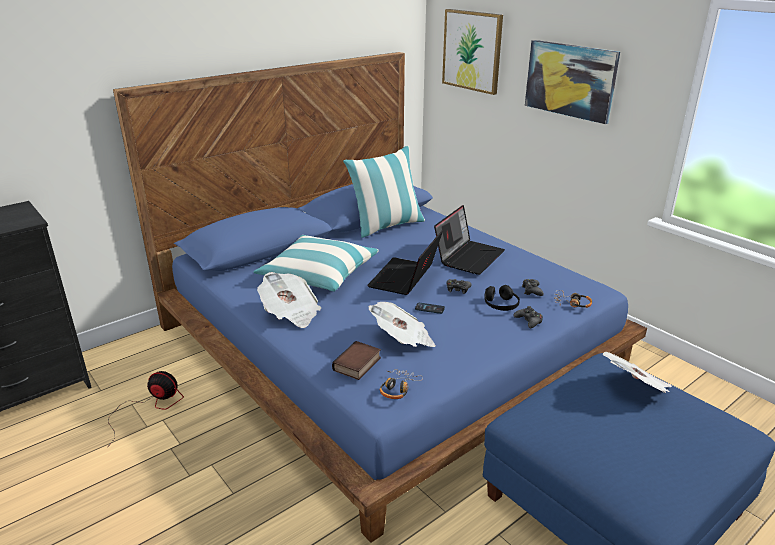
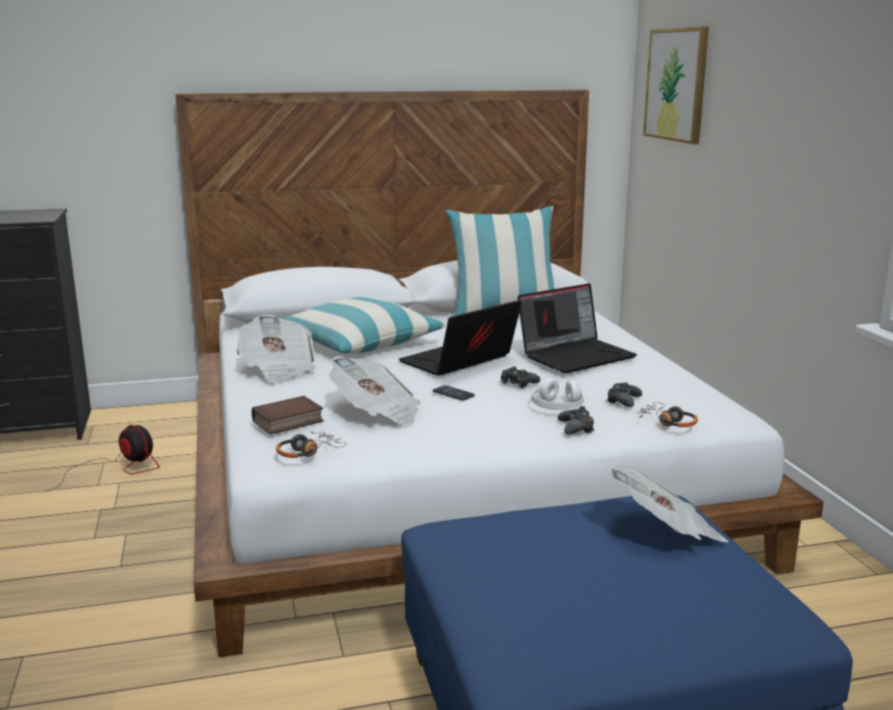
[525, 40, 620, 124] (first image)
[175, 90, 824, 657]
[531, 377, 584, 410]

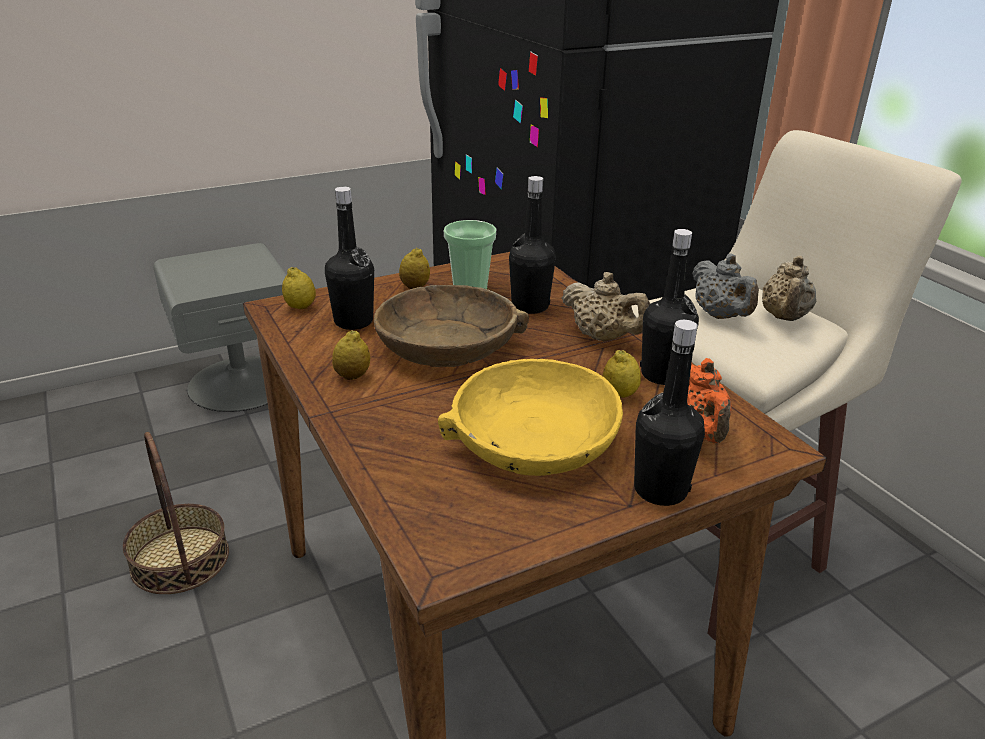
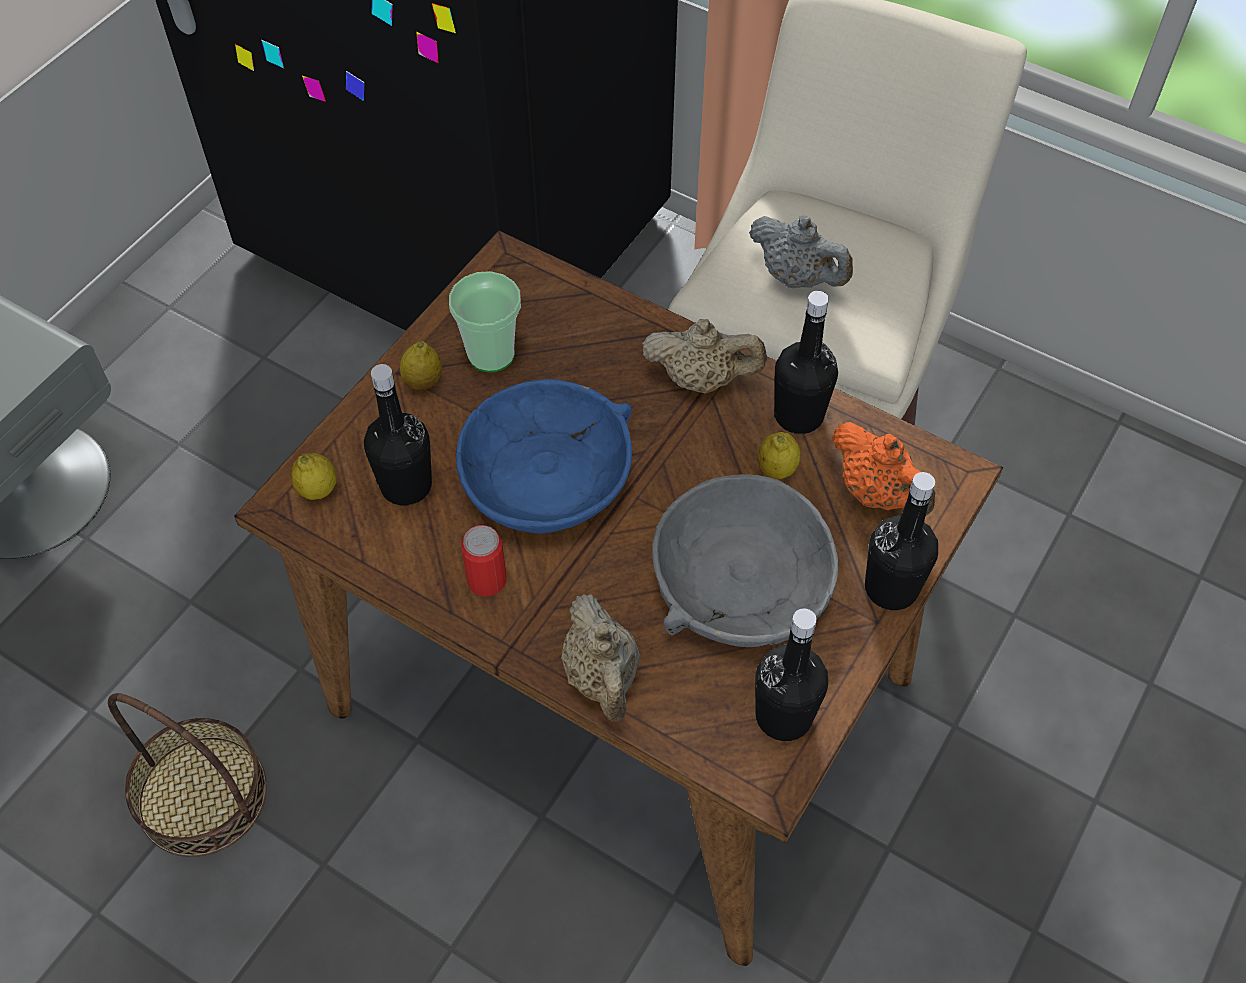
[755, 609, 828, 741]
[561, 594, 640, 722]
[456, 379, 632, 534]
[462, 525, 507, 596]
[652, 474, 838, 647]

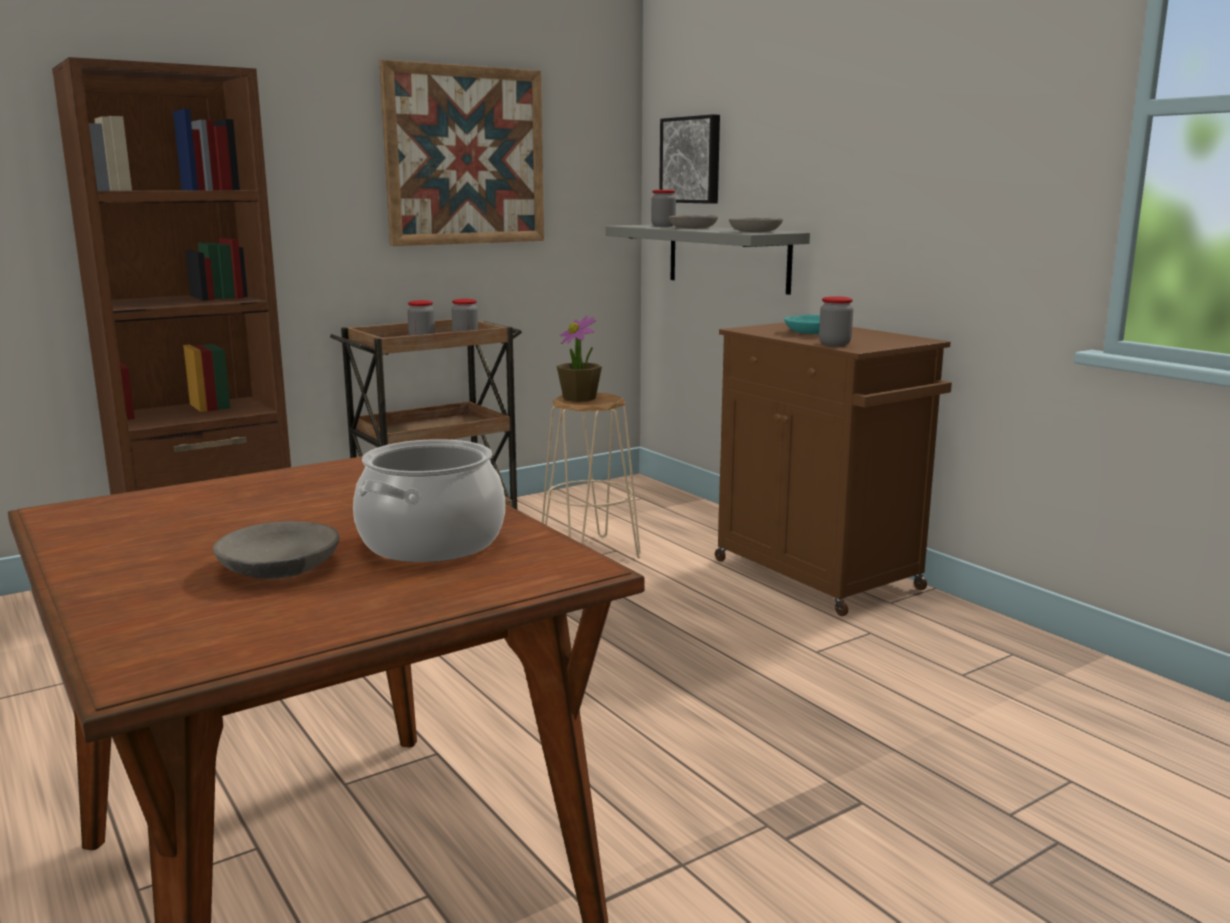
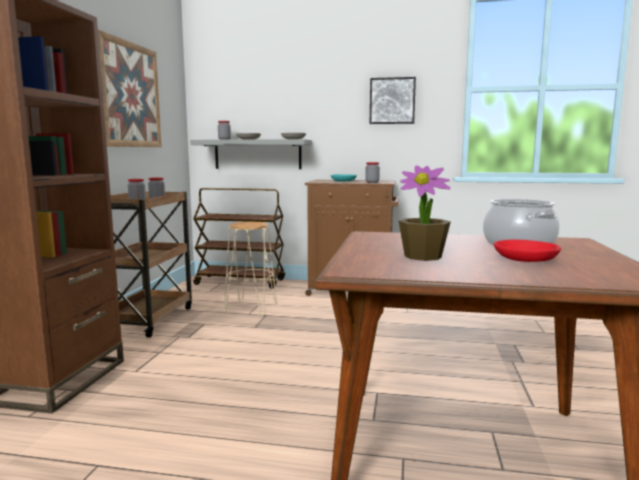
[370, 77, 416, 124]
[399, 165, 451, 261]
[494, 240, 561, 262]
[193, 188, 285, 289]

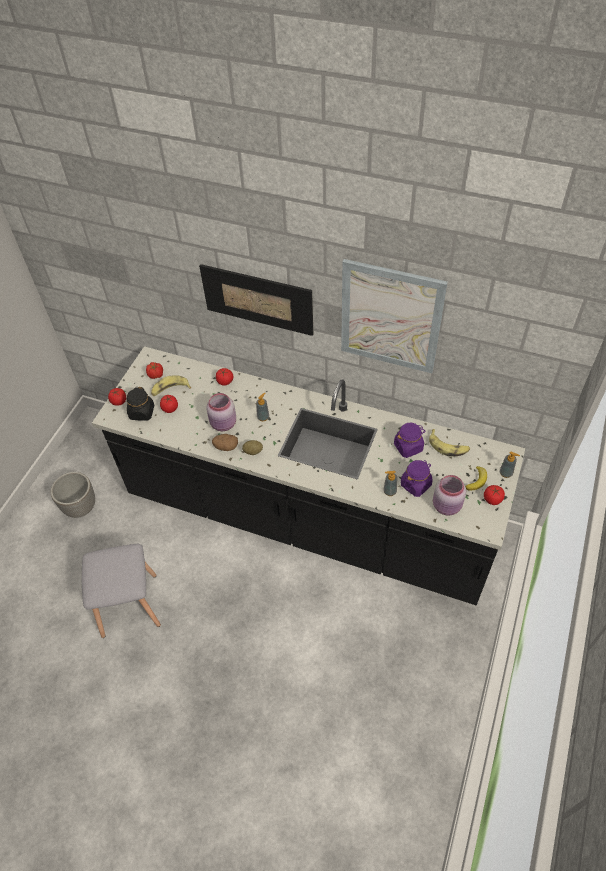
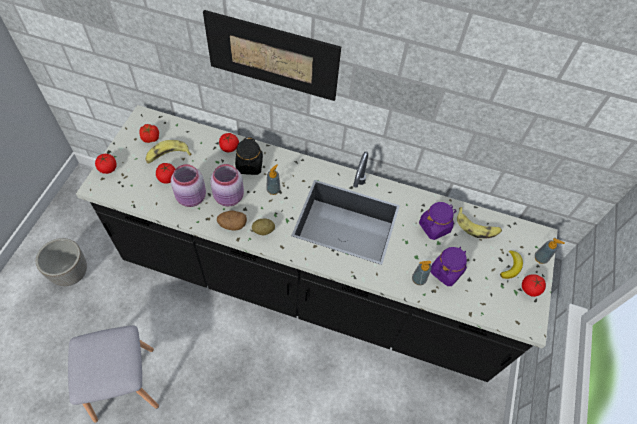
[341, 259, 448, 373] (first image)
[235, 137, 263, 175]
[171, 164, 206, 207]

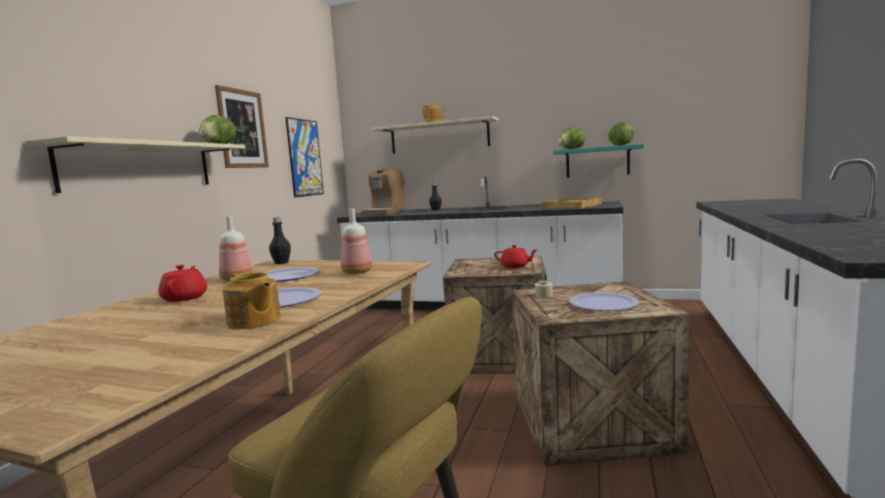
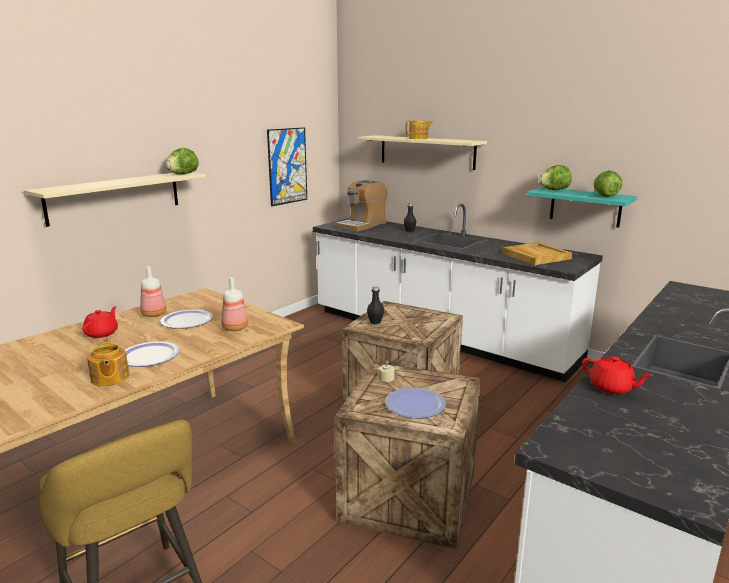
[215, 85, 269, 168] (first image)
[367, 285, 384, 324]
[582, 356, 653, 394]

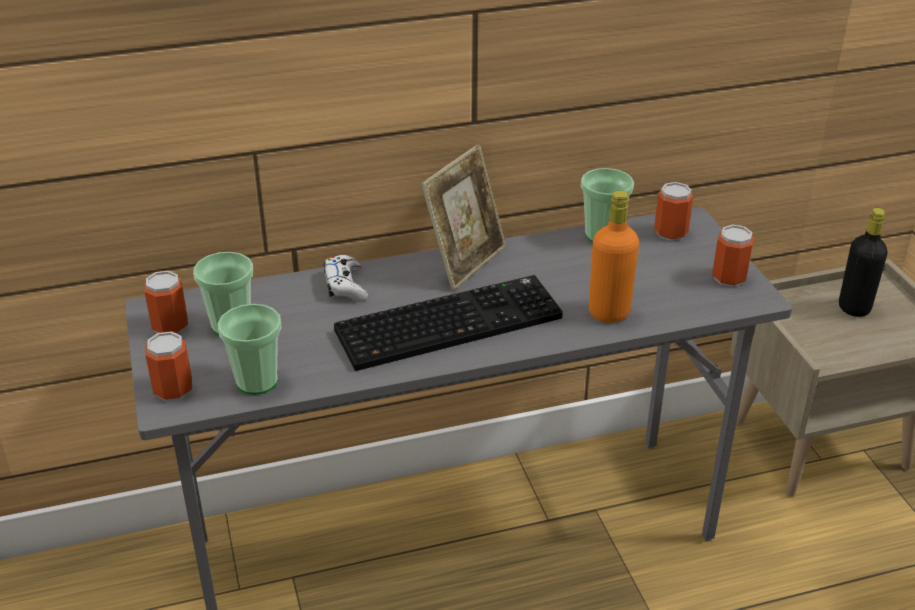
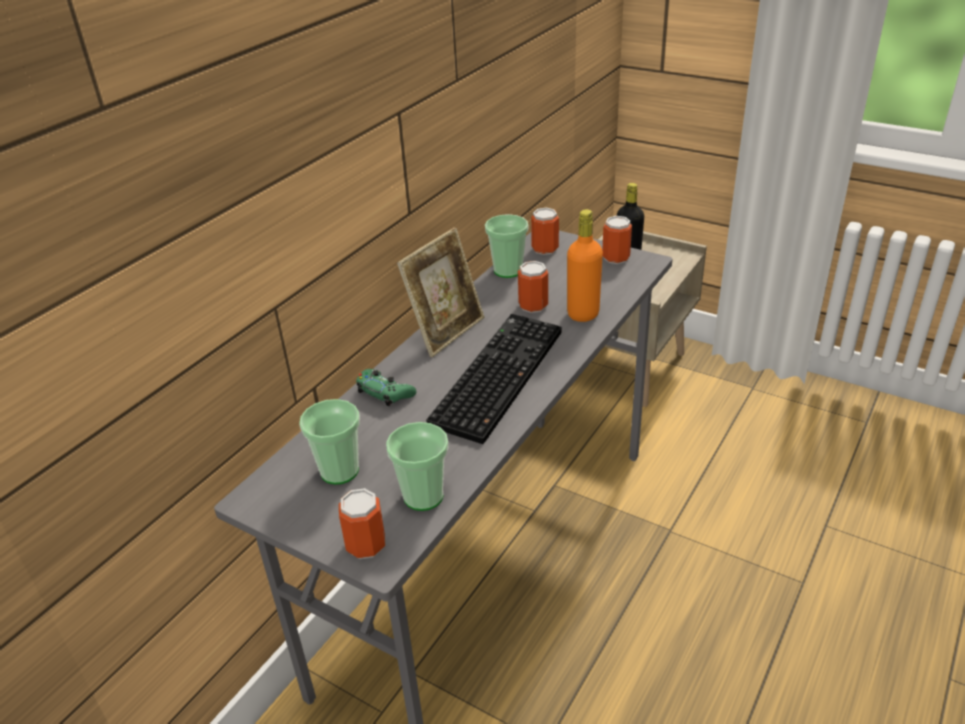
[397, 227, 484, 357]
[356, 369, 416, 406]
[518, 261, 548, 313]

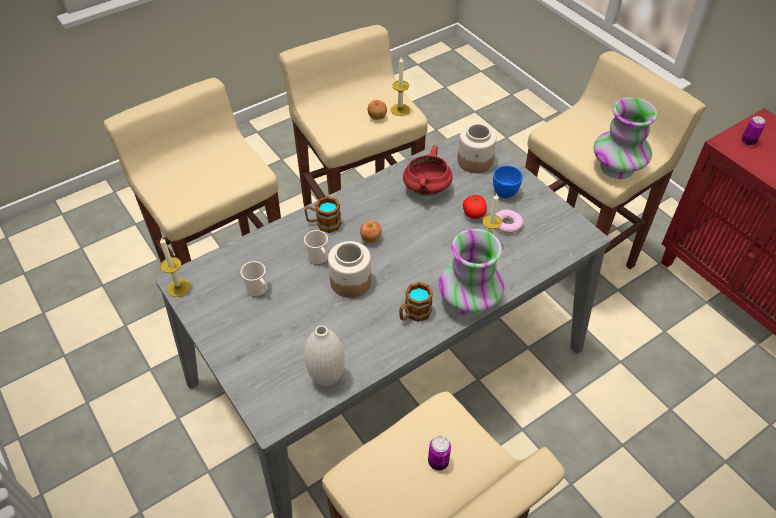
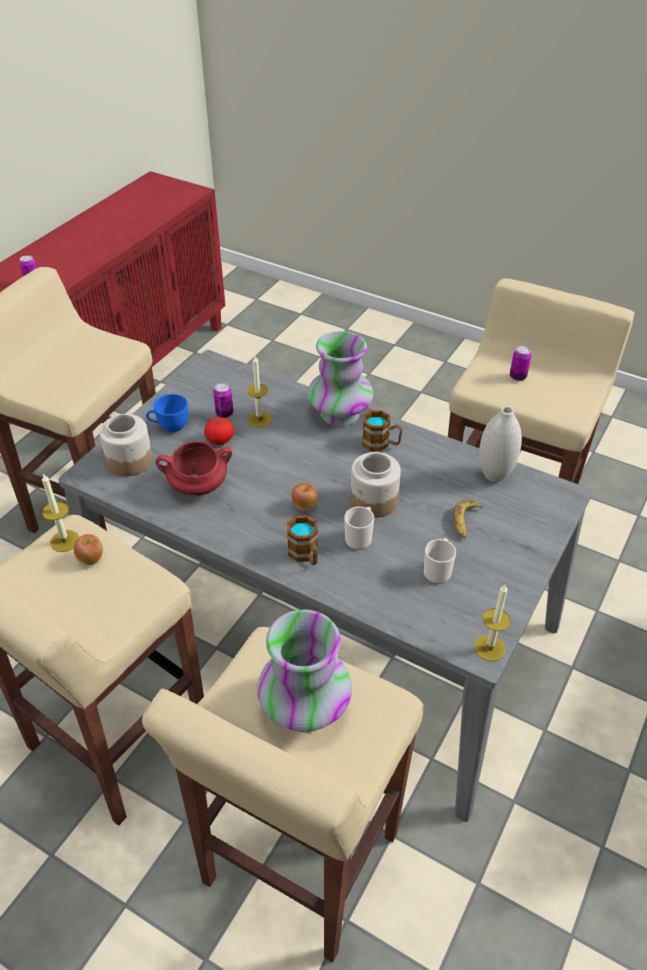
[257, 609, 352, 732]
[213, 383, 233, 418]
[453, 499, 483, 539]

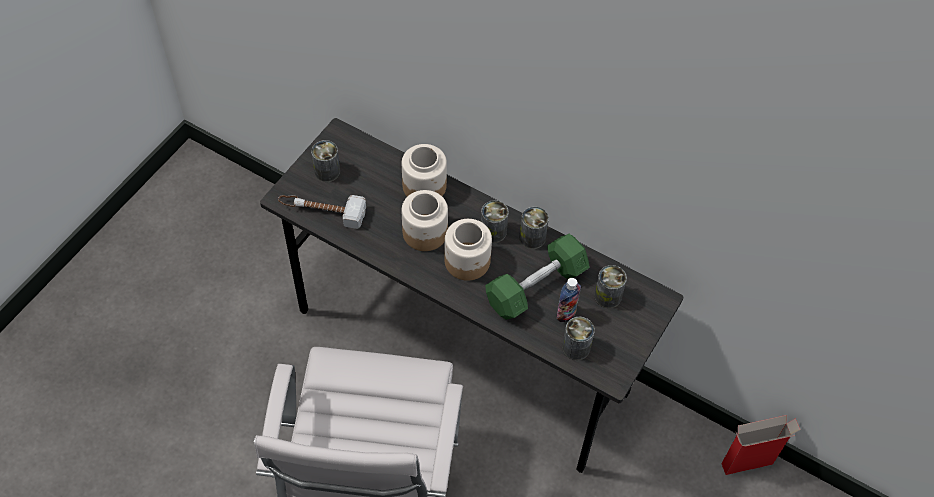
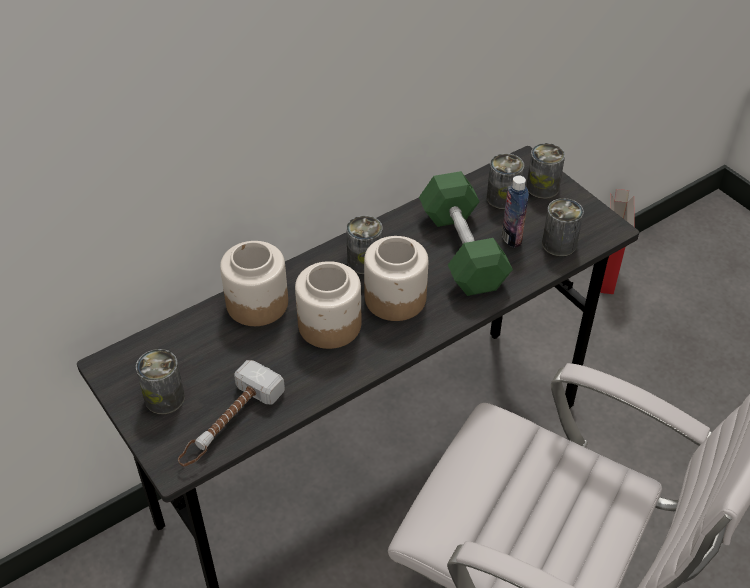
[526, 143, 565, 199]

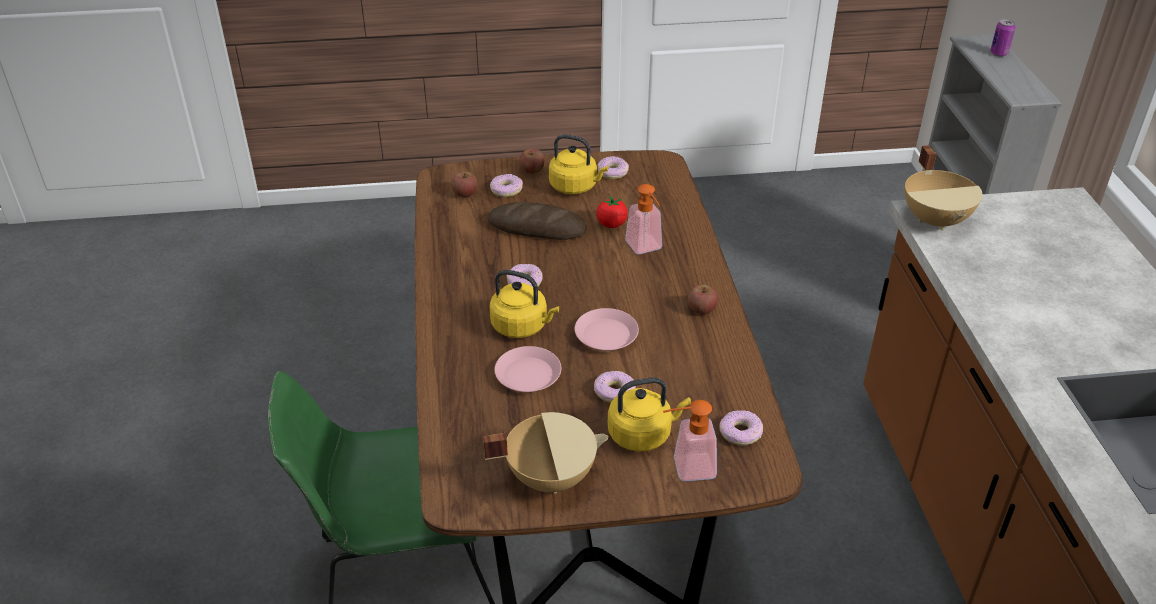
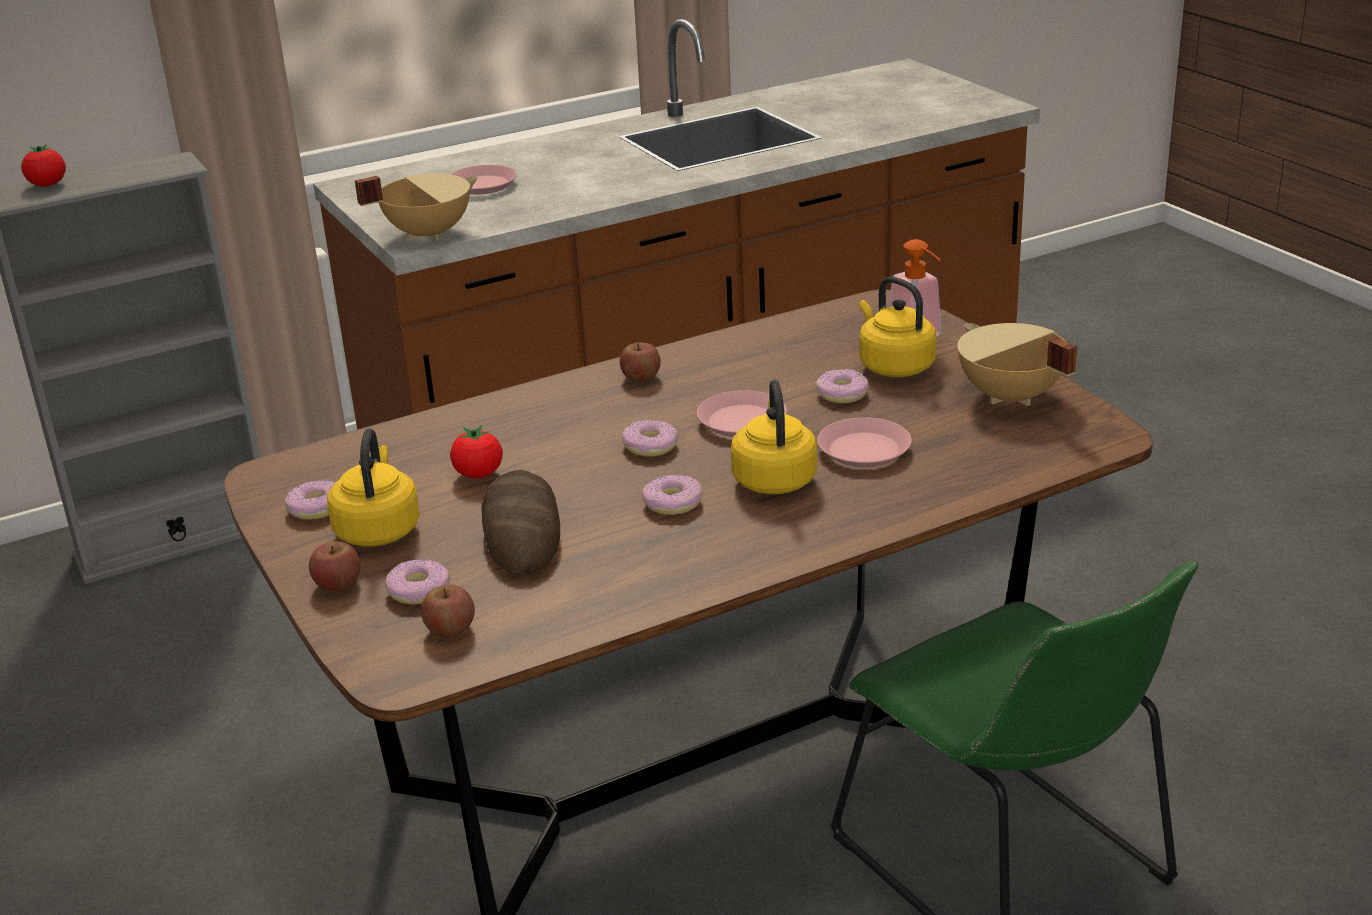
[21, 144, 66, 187]
[625, 184, 662, 254] (first image)
[622, 420, 678, 457]
[450, 165, 517, 195]

